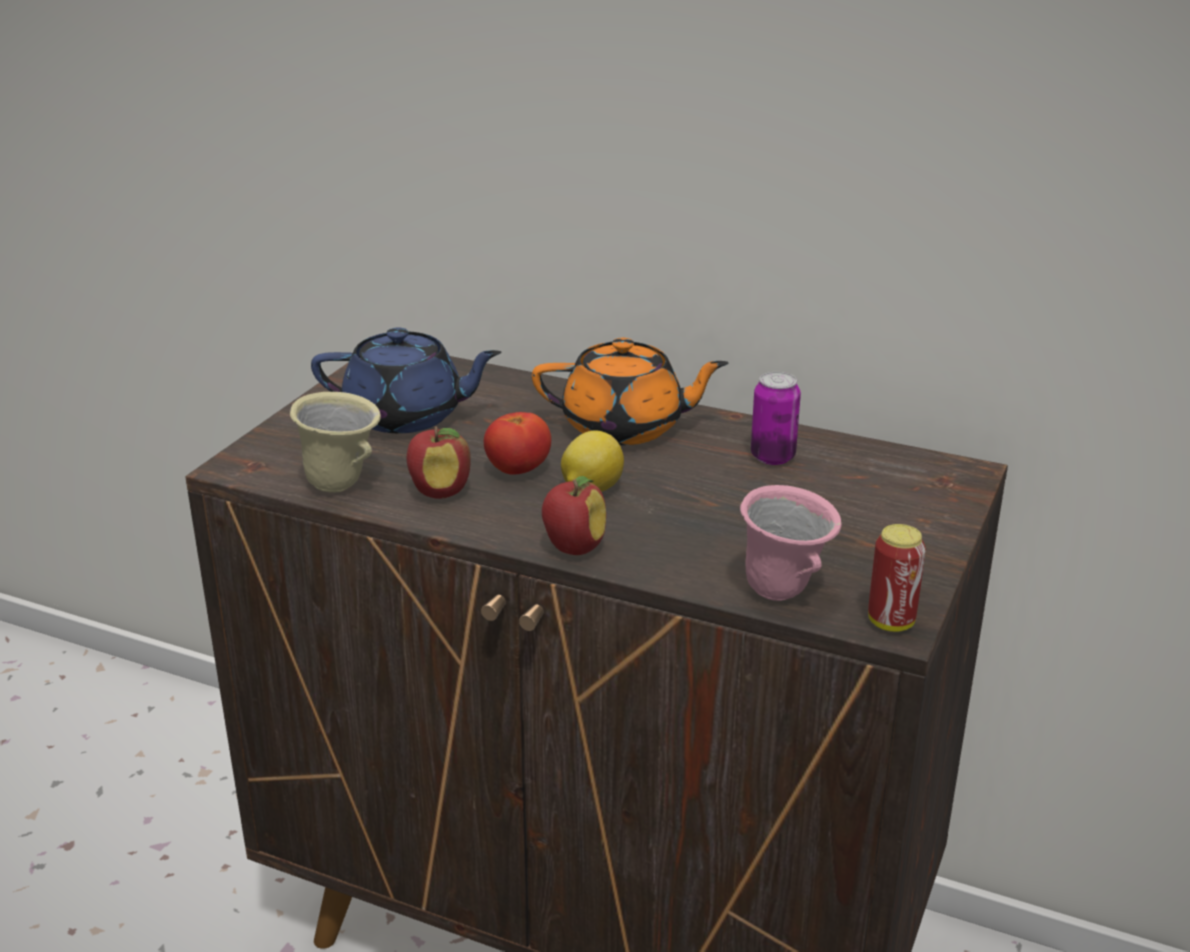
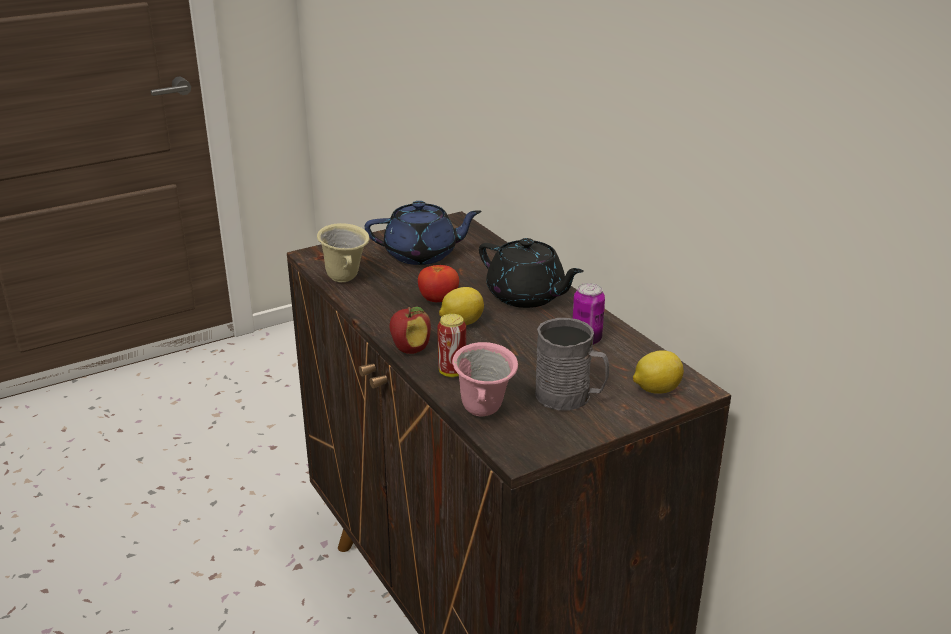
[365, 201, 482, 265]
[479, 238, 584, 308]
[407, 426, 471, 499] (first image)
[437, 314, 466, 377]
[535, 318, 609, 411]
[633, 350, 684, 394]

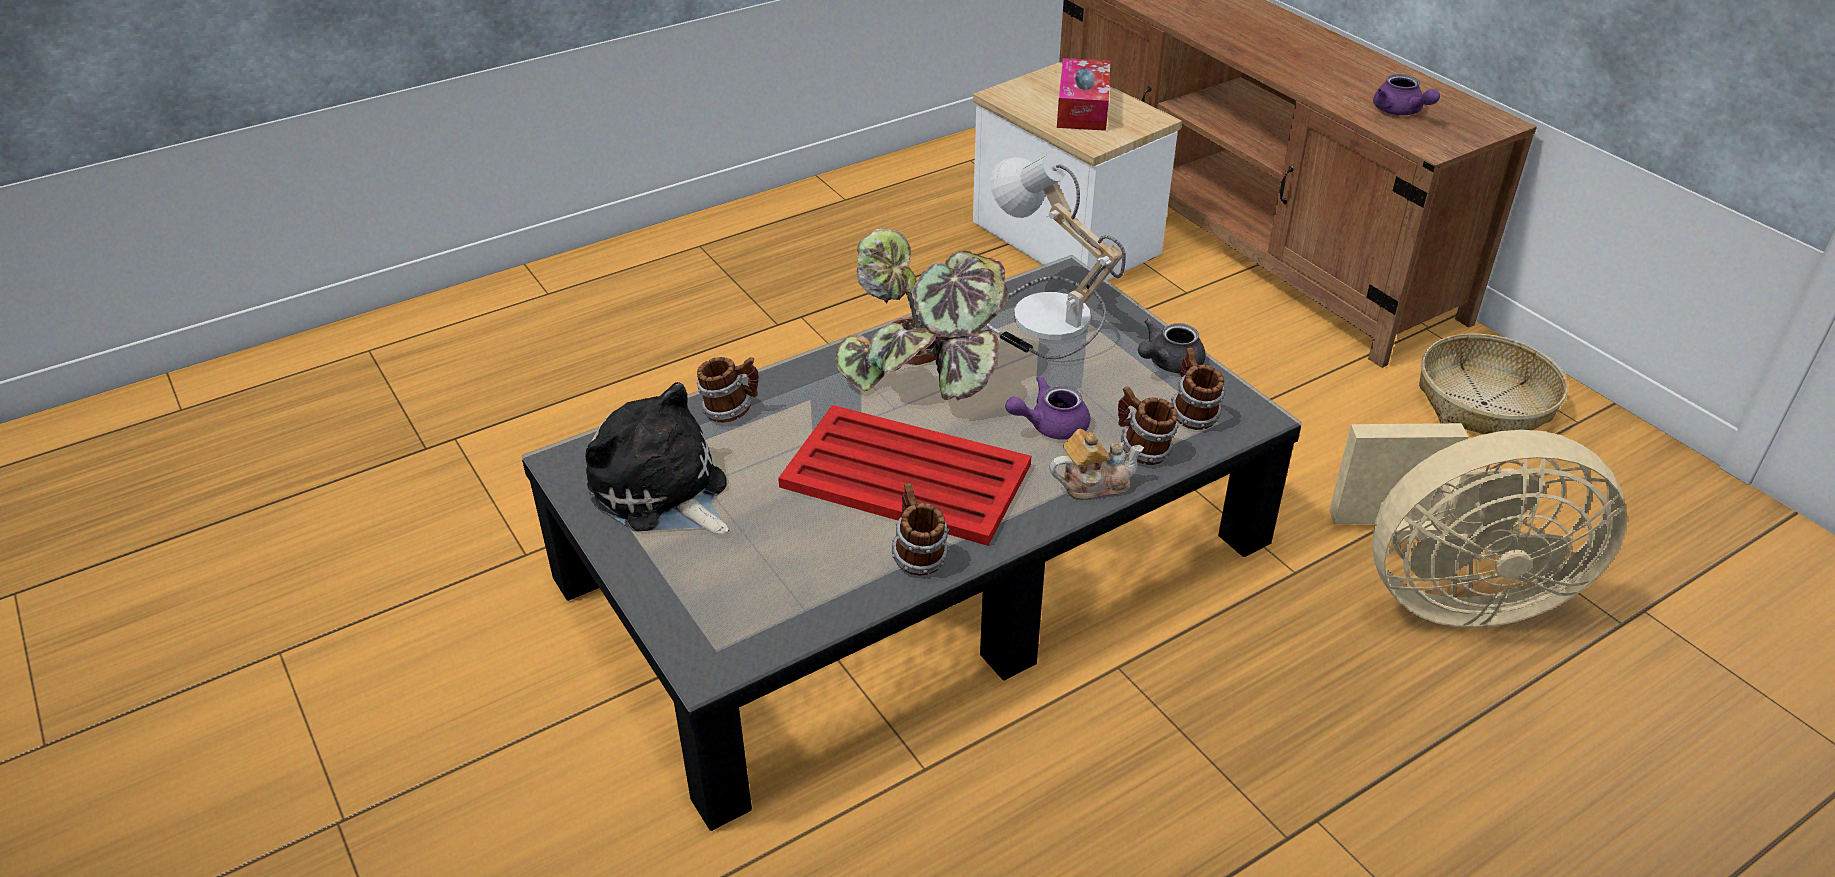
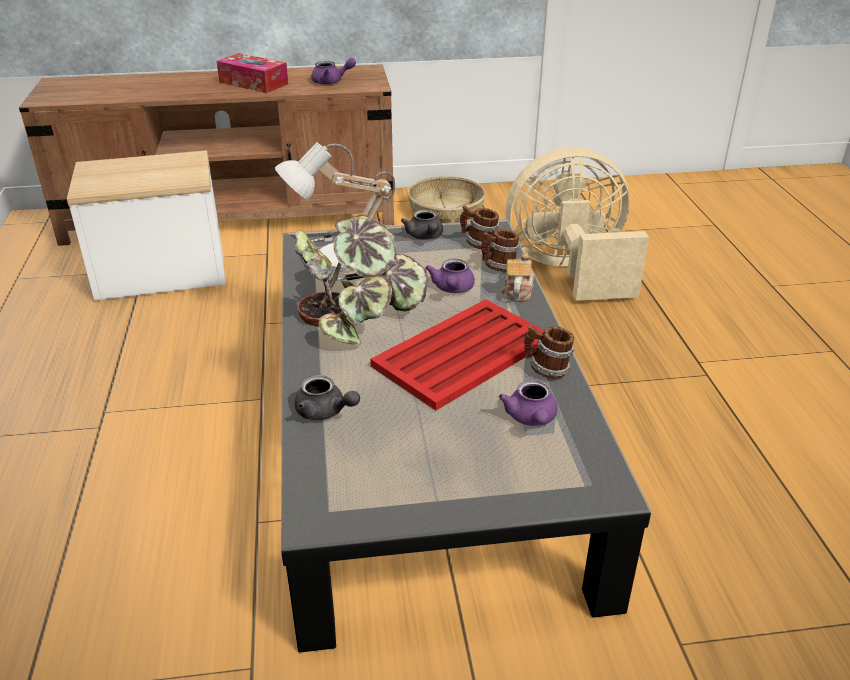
[216, 53, 288, 93]
[295, 375, 360, 420]
[585, 382, 729, 534] (first image)
[505, 147, 649, 301]
[499, 380, 558, 426]

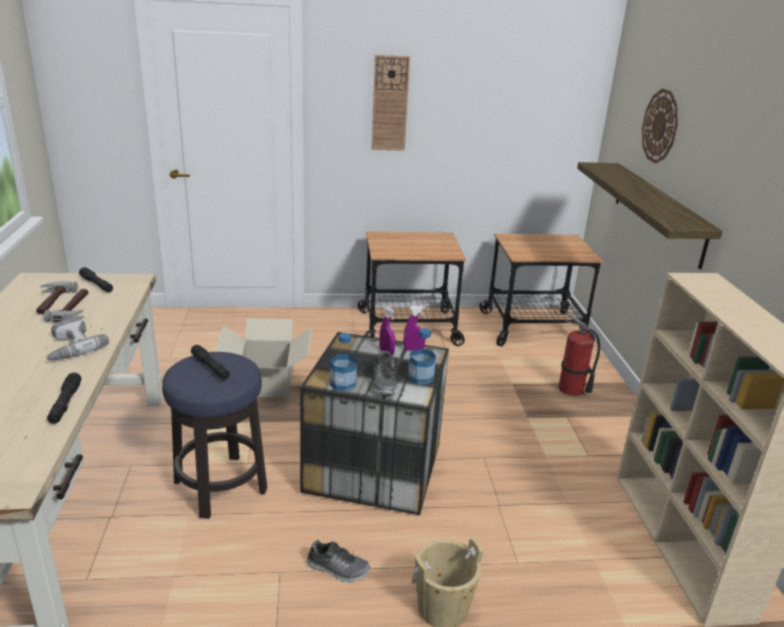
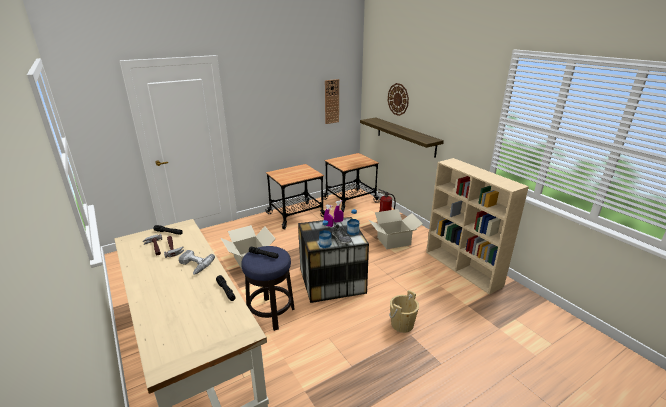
[325, 79, 339, 124]
[306, 540, 370, 583] (first image)
[369, 209, 423, 249]

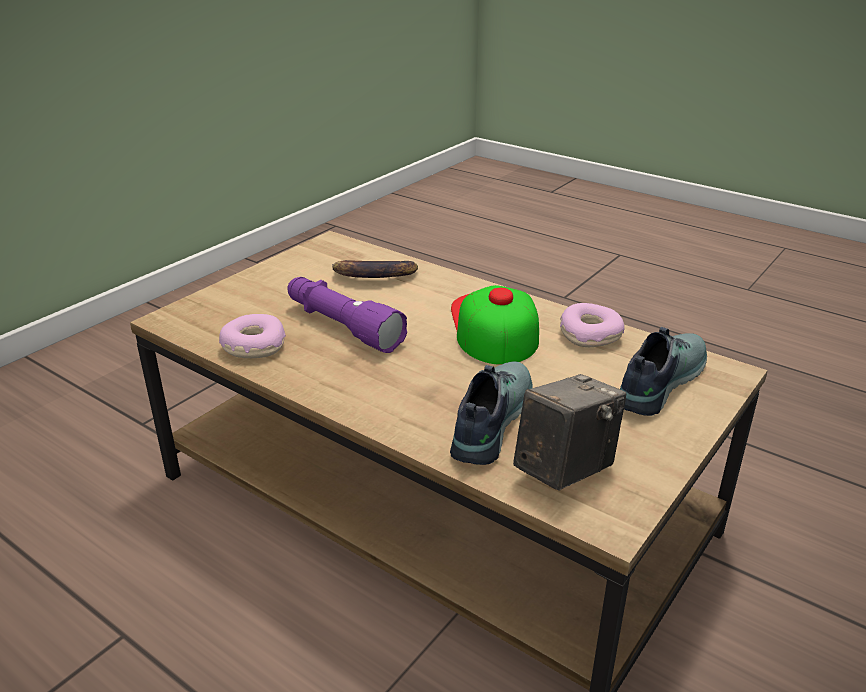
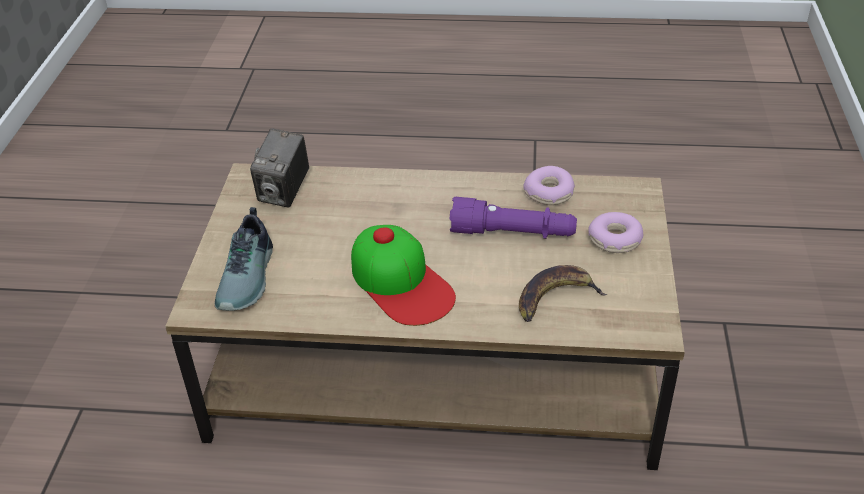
[588, 212, 643, 253]
[450, 361, 533, 465] (first image)

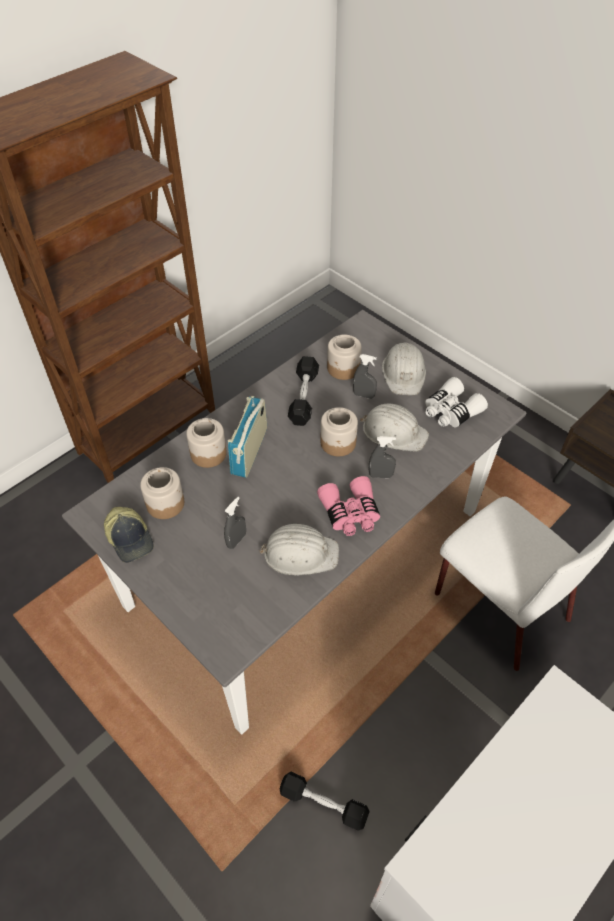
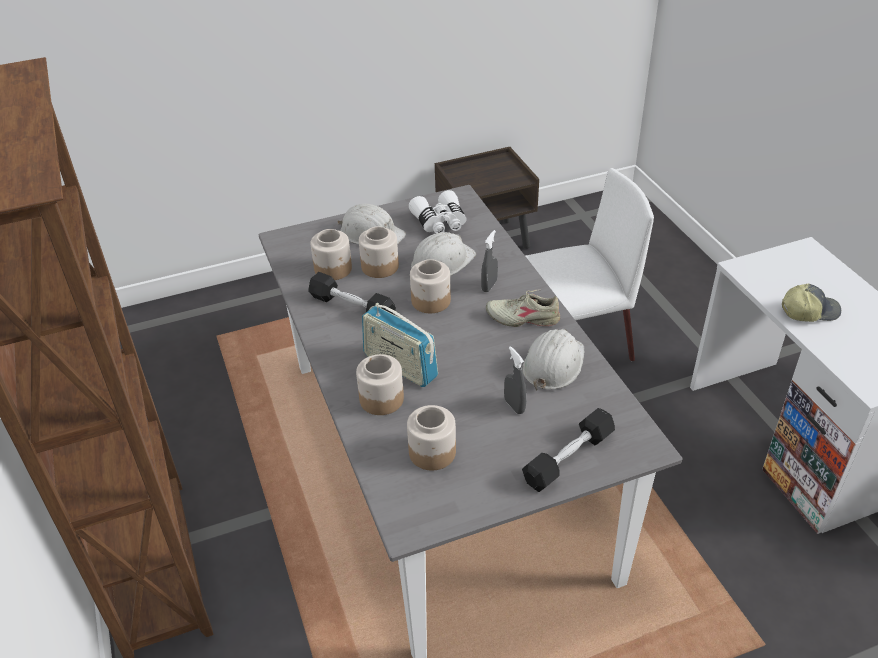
[359, 226, 399, 278]
[486, 290, 560, 327]
[782, 283, 841, 322]
[522, 408, 615, 492]

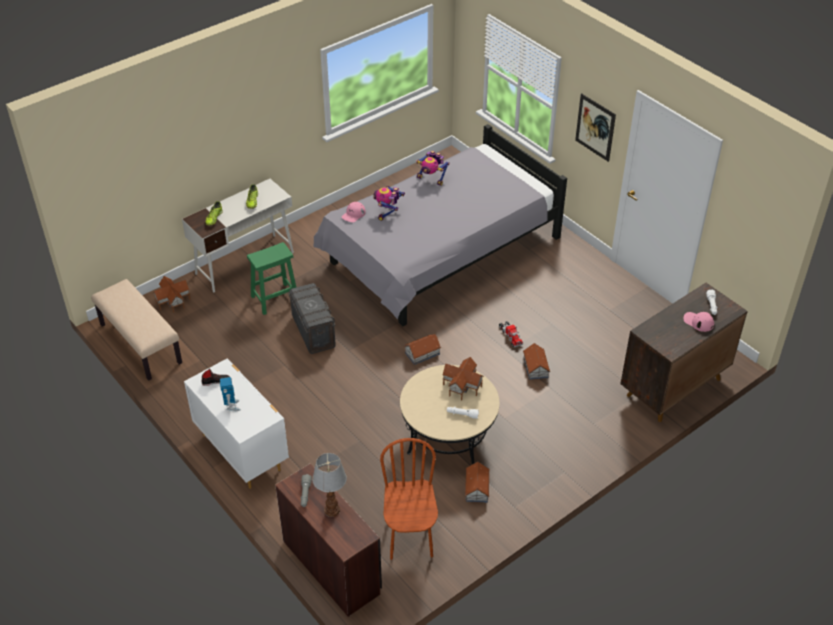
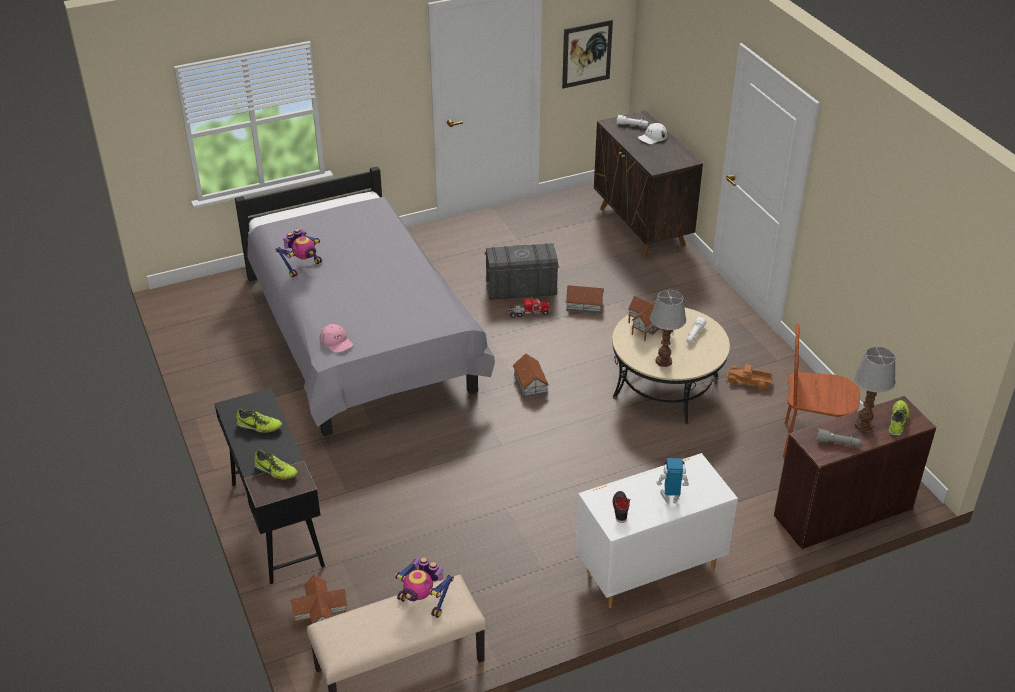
[562, 20, 613, 88]
[214, 388, 325, 584]
[395, 557, 454, 618]
[247, 242, 296, 315] (first image)
[485, 243, 559, 300]
[638, 123, 667, 144]
[726, 364, 773, 390]
[650, 290, 686, 367]
[888, 400, 909, 436]

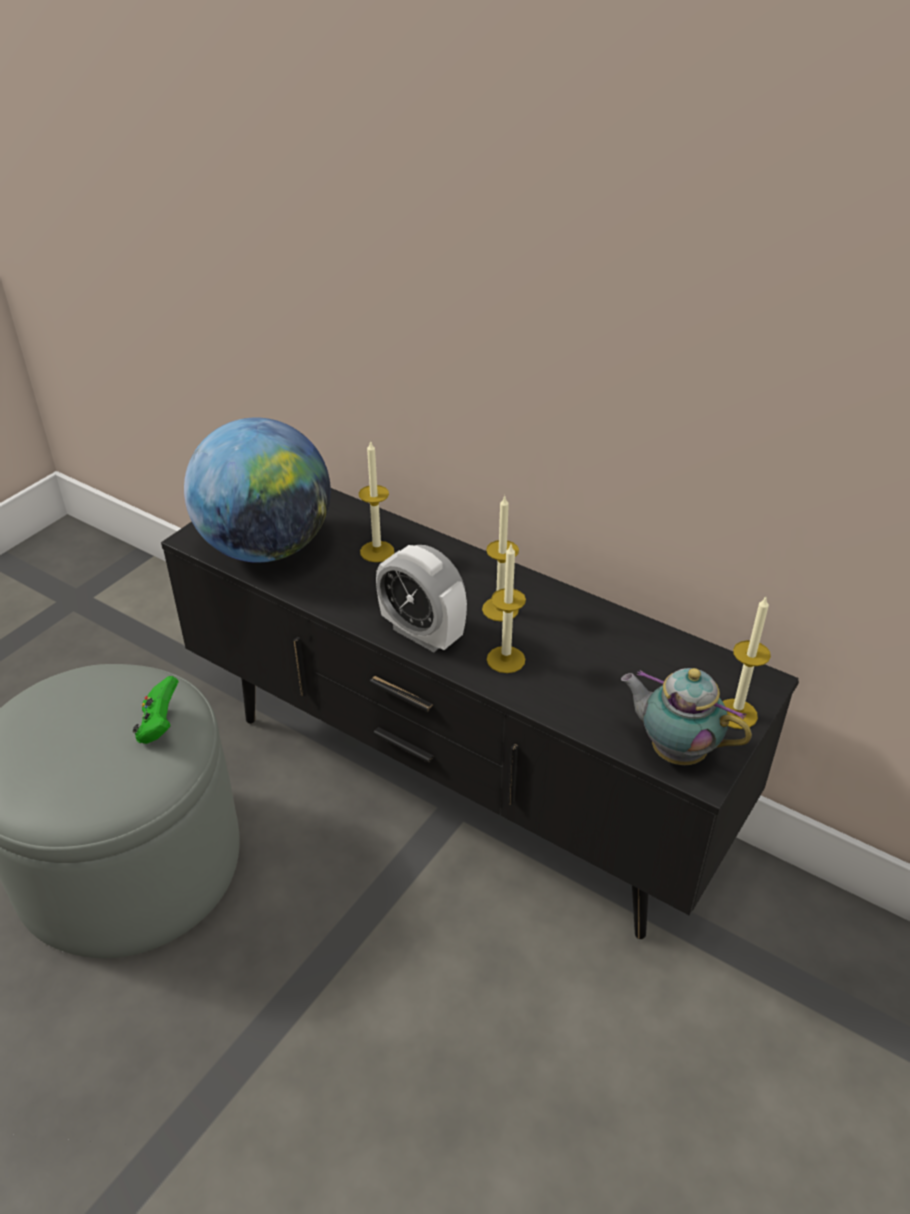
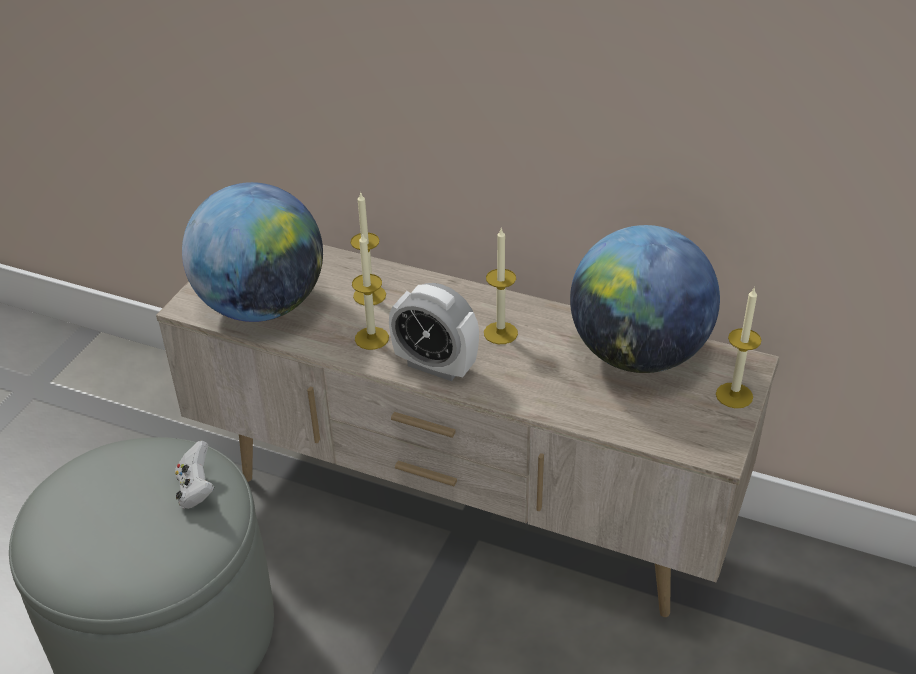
[156, 245, 779, 617]
[352, 233, 389, 350]
[621, 668, 752, 765] (first image)
[175, 441, 214, 509]
[570, 225, 720, 373]

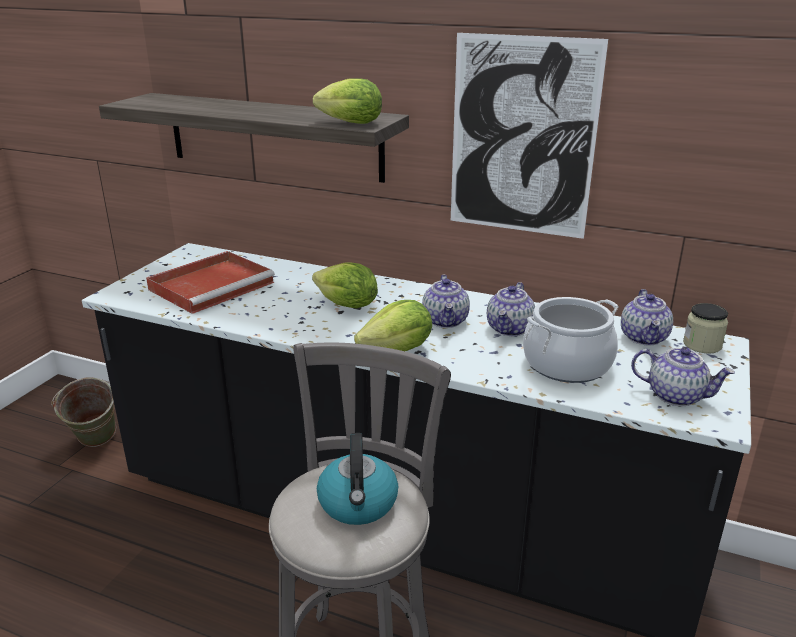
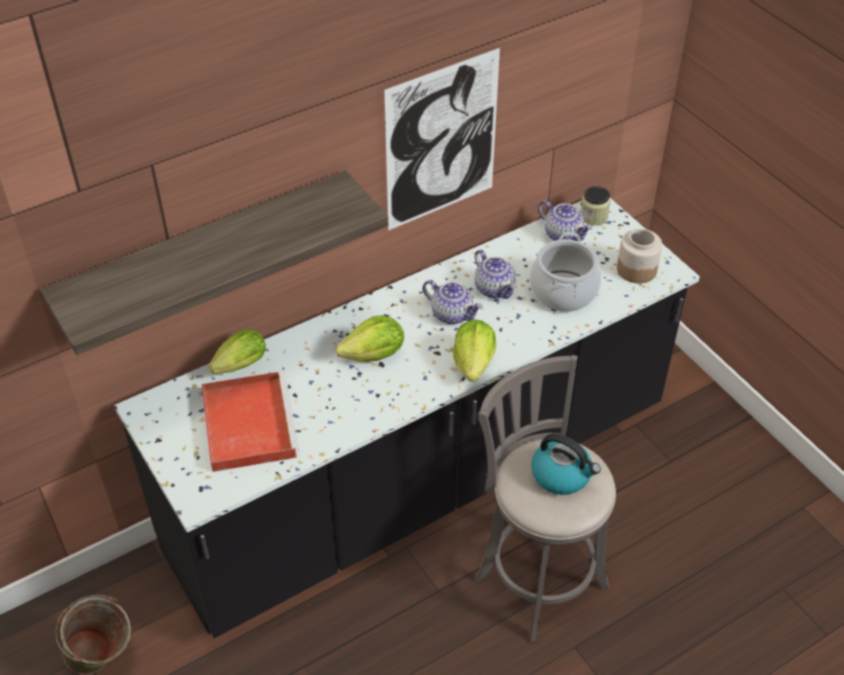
[209, 329, 266, 374]
[617, 229, 662, 283]

